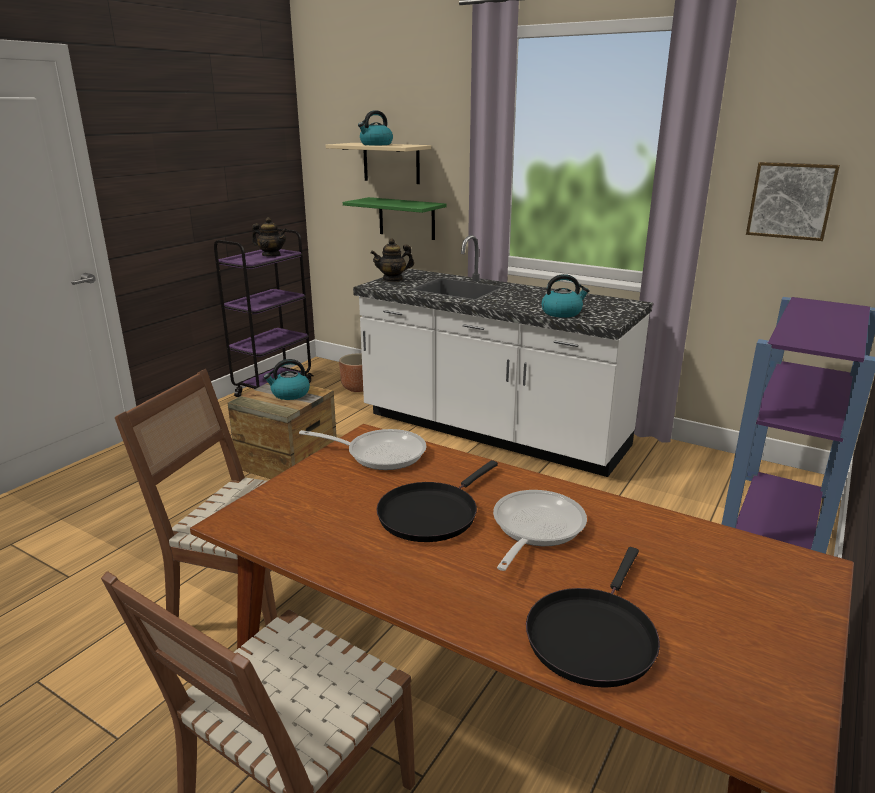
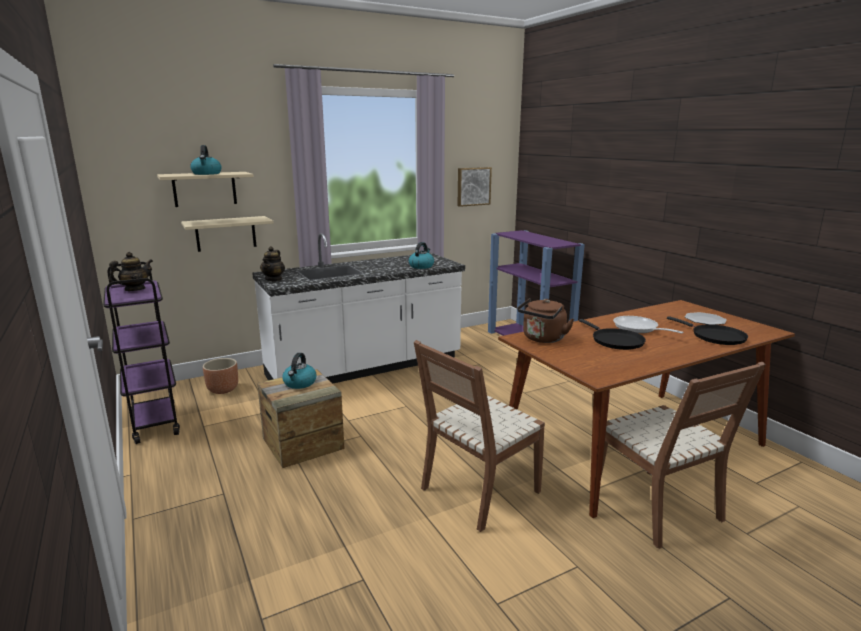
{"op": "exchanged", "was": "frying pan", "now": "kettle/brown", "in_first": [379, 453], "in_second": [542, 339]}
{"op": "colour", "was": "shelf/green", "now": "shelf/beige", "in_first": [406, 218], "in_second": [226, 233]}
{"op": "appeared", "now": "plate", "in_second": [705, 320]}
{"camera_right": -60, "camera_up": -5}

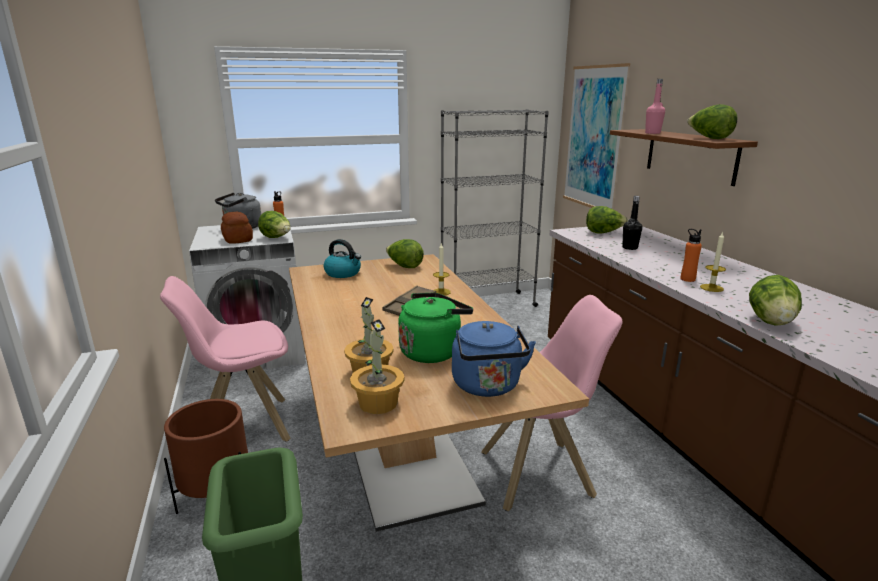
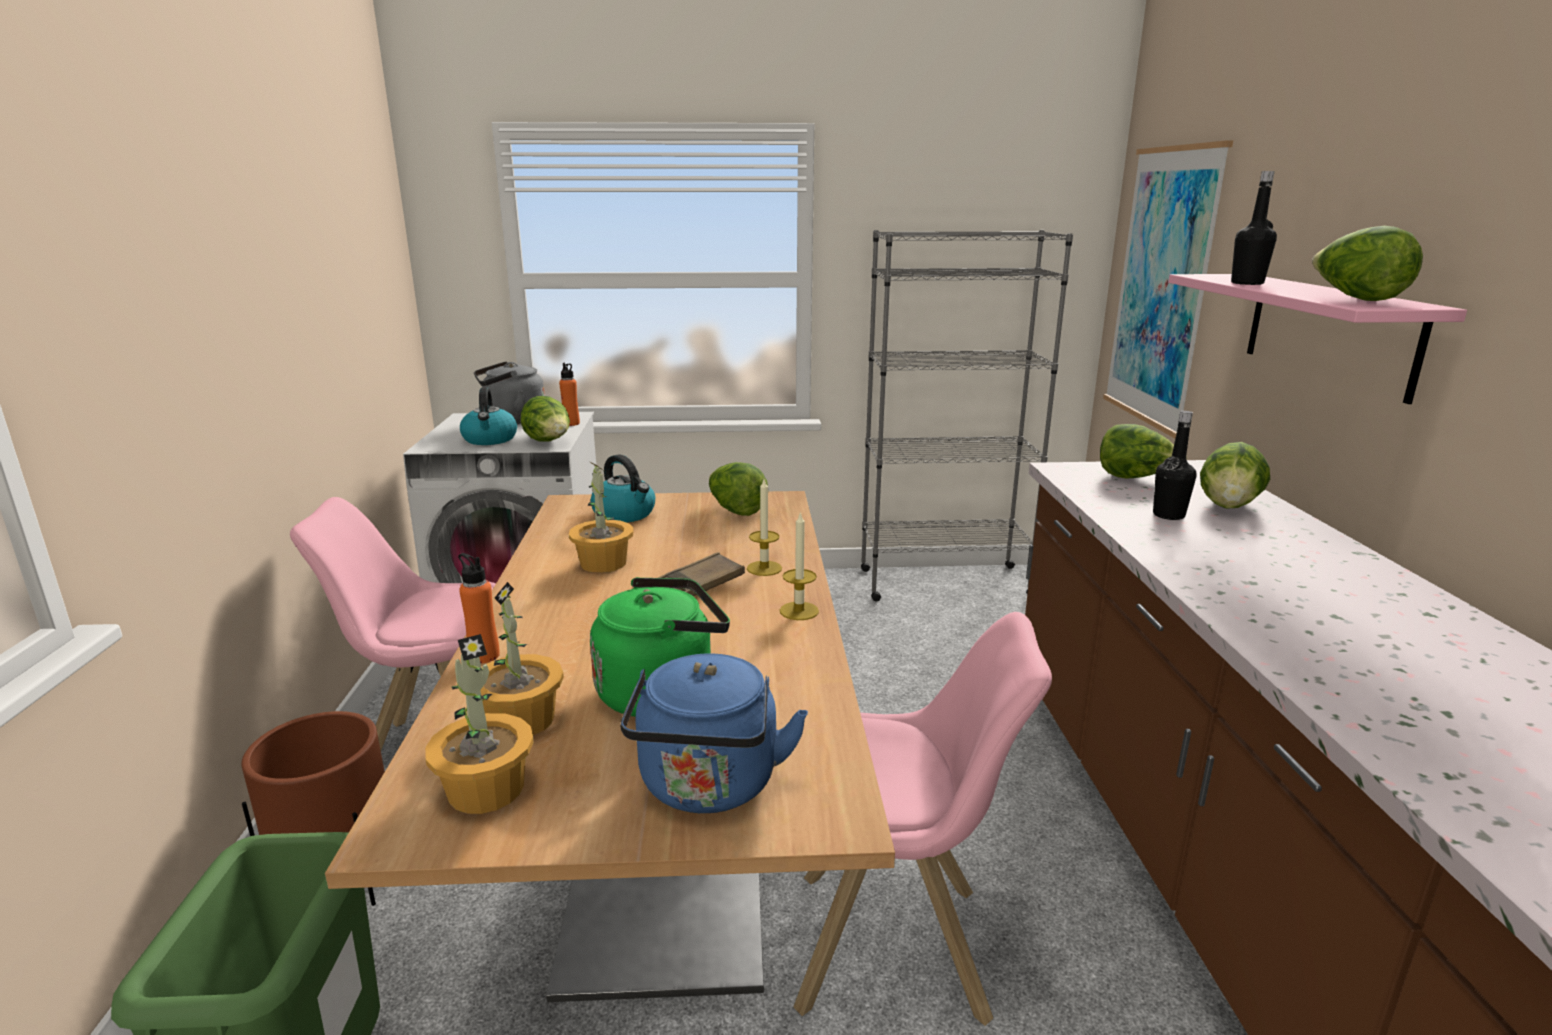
{"op": "exchanged", "was": "bread", "now": "kettle", "in_first": [238, 239], "in_second": [490, 439]}
{"op": "colour", "was": "shelf/brown", "now": "shelf/pink", "in_first": [690, 155], "in_second": [1329, 332]}
{"op": "colour", "was": "bottle/pink", "now": "bottle/black", "in_first": [652, 133], "in_second": [1247, 283]}
{"op": "relocated", "was": "bottle/orange", "in_first": [687, 279], "in_second": [484, 656]}
{"op": "relocated", "was": "candle", "in_first": [711, 288], "in_second": [799, 611]}
{"op": "relocated", "was": "lettuce", "in_first": [771, 322], "in_second": [1228, 506]}
{"op": "appeared", "now": "potted plant", "in_second": [602, 563]}
{"camera_right": 15, "camera_up": 0}

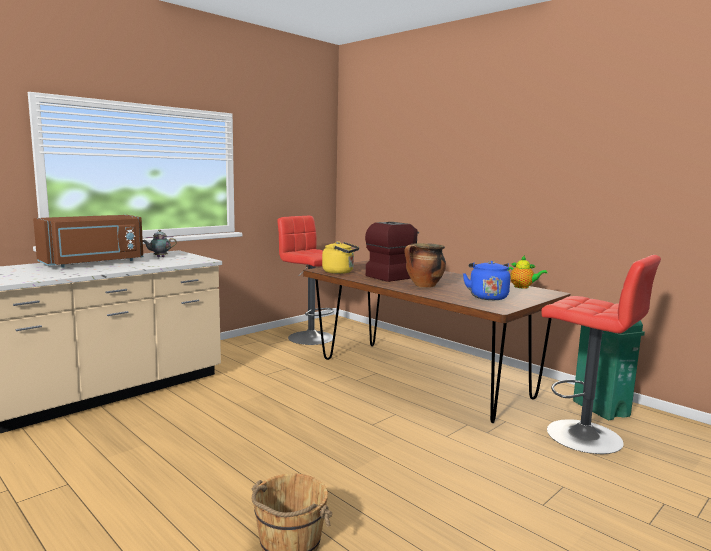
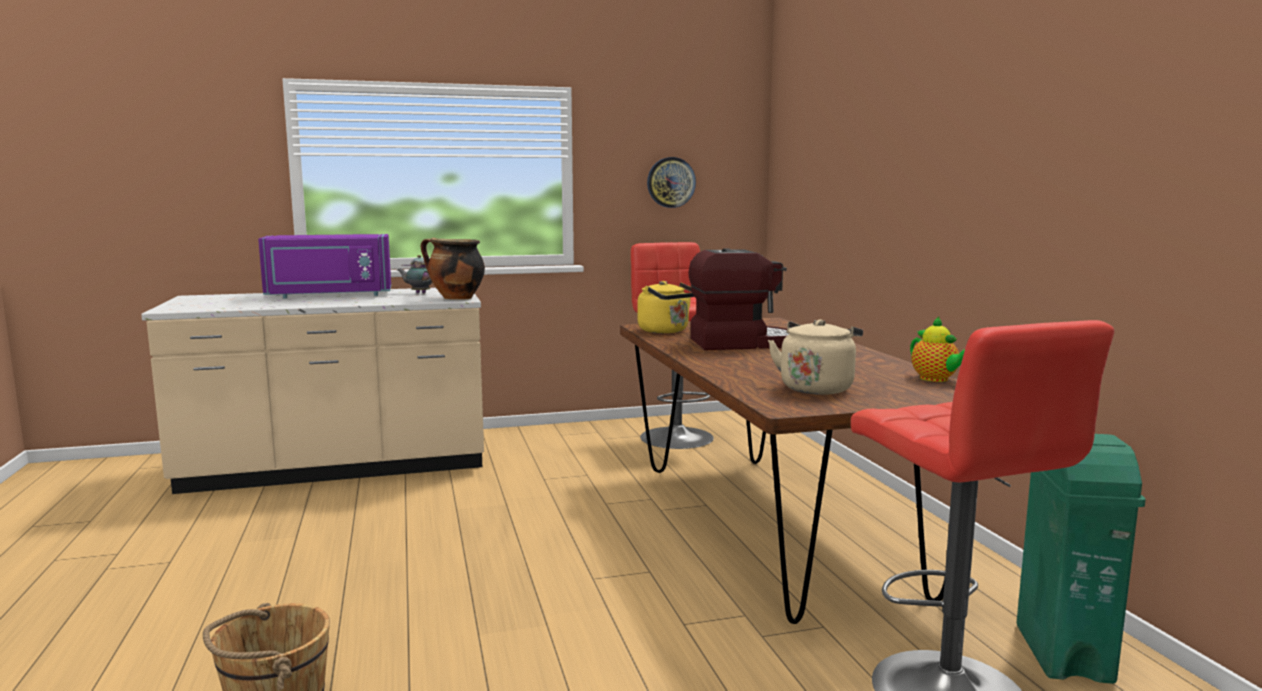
{"op": "colour", "was": "microwave/brown", "now": "microwave/purple", "in_first": [93, 263], "in_second": [329, 295]}
{"op": "relocated", "was": "cooking pot", "in_first": [424, 286], "in_second": [455, 298]}
{"op": "colour", "was": "kettle/blue", "now": "kettle/beige", "in_first": [487, 297], "in_second": [817, 388]}
{"op": "appeared", "now": "wall clock", "in_second": [671, 182]}
{"camera_right": 30, "camera_up": 0}

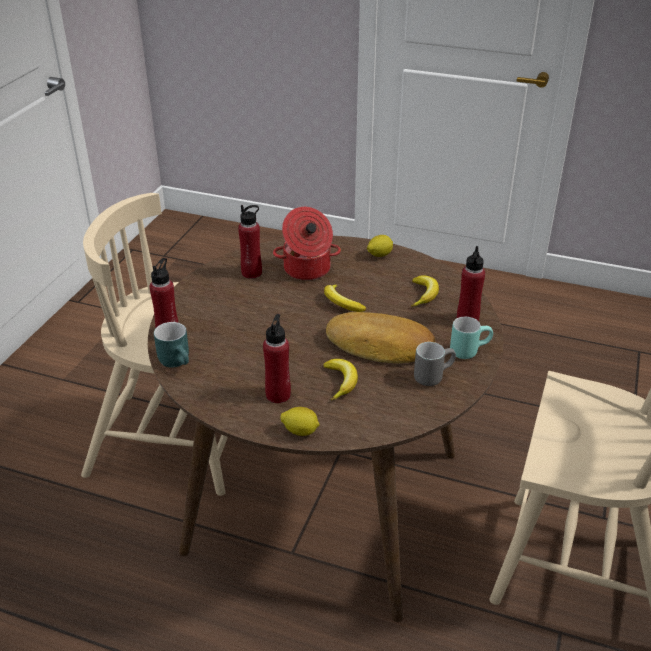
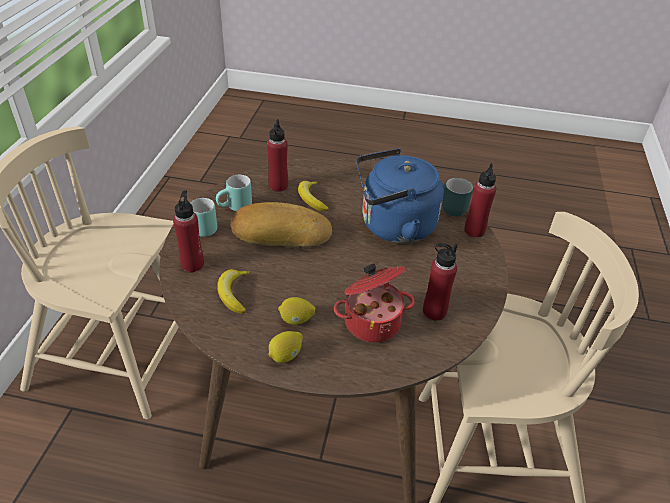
{"op": "relocated", "was": "bottle/red", "in_first": [278, 395], "in_second": [278, 186]}
{"op": "relocated", "was": "lemon", "in_first": [300, 431], "in_second": [296, 320]}
{"op": "missing", "was": "banana", "in_first": [341, 303]}
{"op": "colour", "was": "mug/grey", "now": "mug/turquoise", "in_first": [432, 375], "in_second": [236, 208]}
{"op": "appeared", "now": "kettle/blue", "in_second": [393, 226]}
{"camera_right": 170, "camera_up": 5}

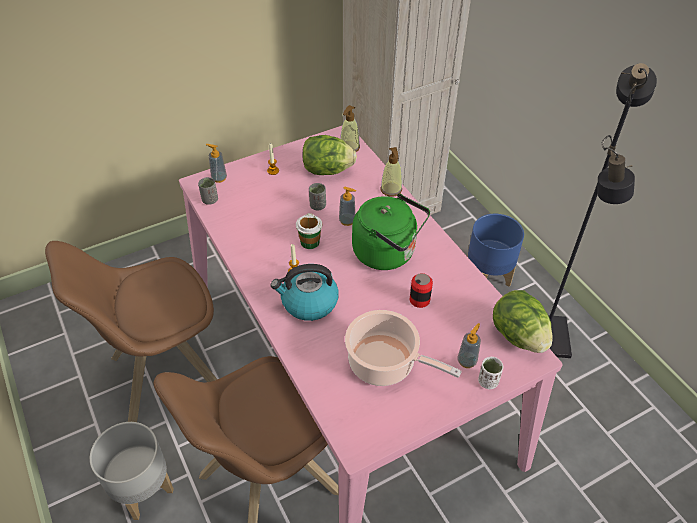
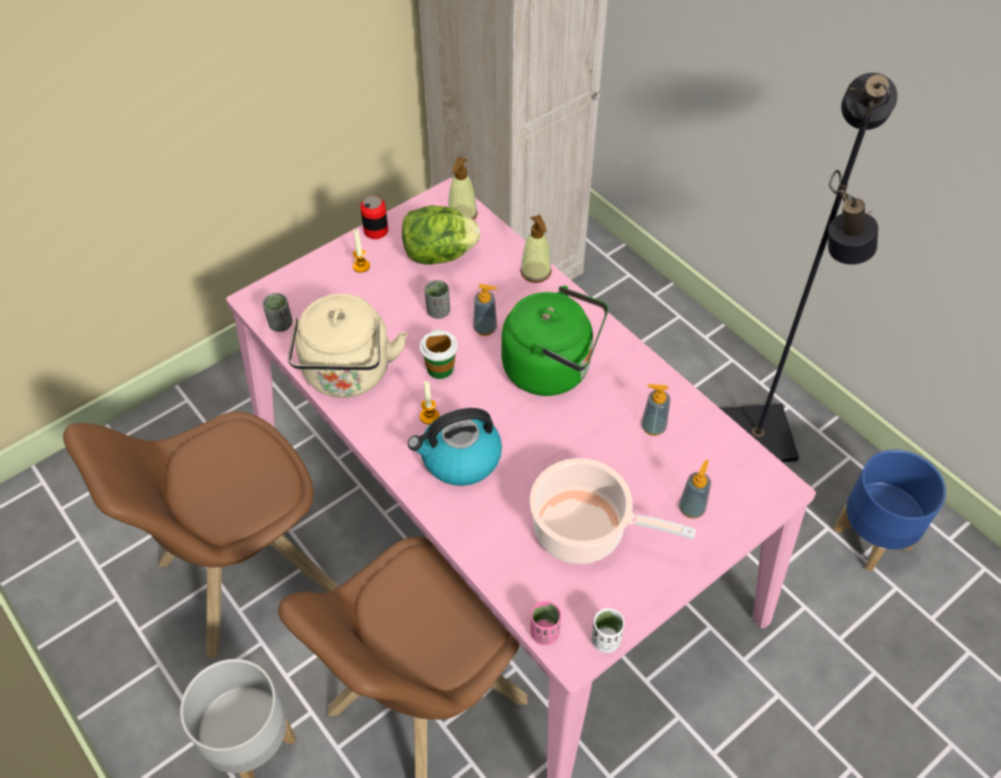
{"op": "relocated", "was": "soap dispenser", "in_first": [219, 178], "in_second": [653, 427]}
{"op": "relocated", "was": "can", "in_first": [419, 300], "in_second": [376, 231]}
{"op": "relocated", "was": "planter/blue", "in_first": [488, 276], "in_second": [872, 538]}
{"op": "relocated", "was": "cup/white", "in_first": [488, 381], "in_second": [605, 640]}
{"op": "missing", "was": "lettuce", "in_first": [518, 336]}
{"op": "appeared", "now": "kettle/beige", "in_second": [348, 375]}
{"op": "appeared", "now": "cup/pink", "in_second": [544, 633]}
{"camera_right": -10, "camera_up": 5}

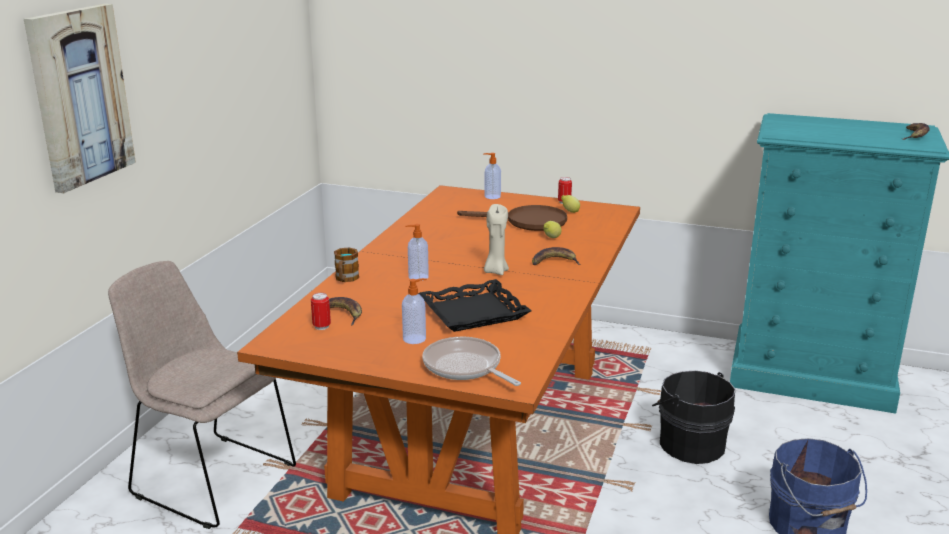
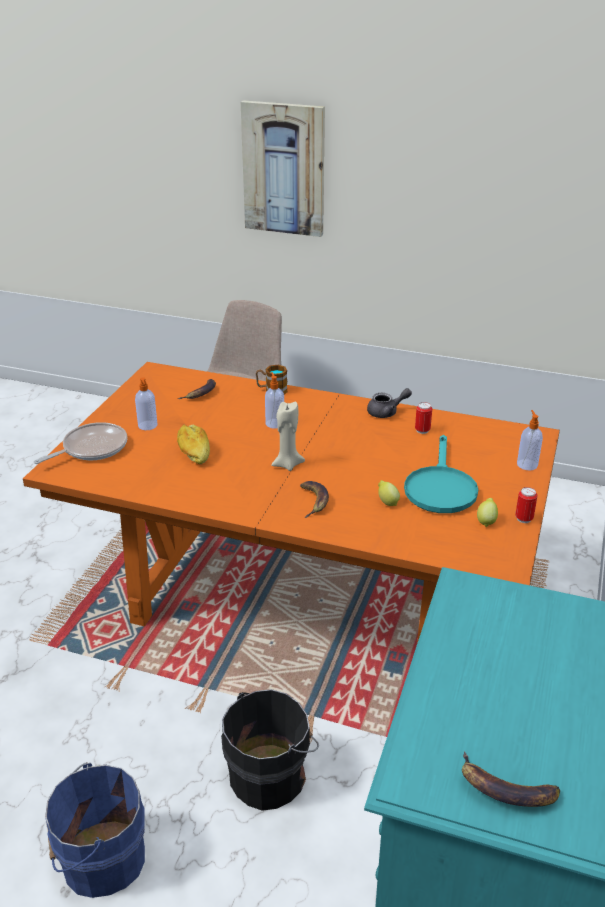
{"op": "relocated", "was": "can", "in_first": [321, 326], "in_second": [422, 430]}
{"op": "exchanged", "was": "tray/black", "now": "bread", "in_first": [473, 312], "in_second": [193, 452]}
{"op": "colour", "was": "frying pan/brown", "now": "frying pan/turquoise", "in_first": [527, 222], "in_second": [440, 487]}
{"op": "appeared", "now": "teapot/grey", "in_second": [387, 412]}
{"camera_right": 90, "camera_up": 10}

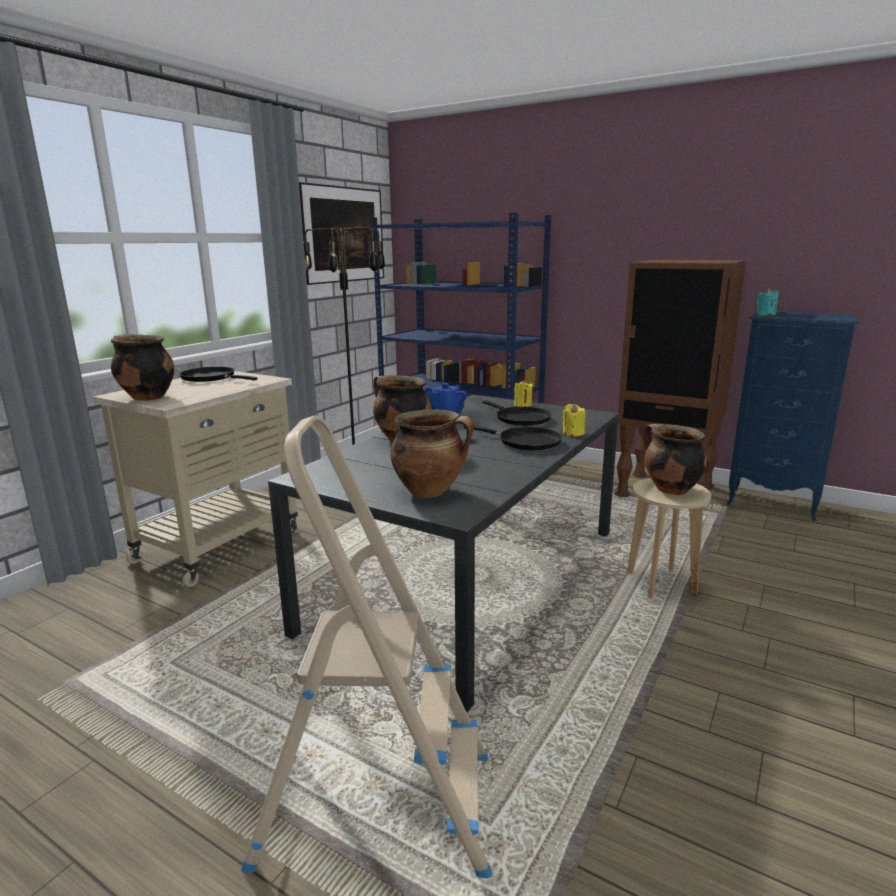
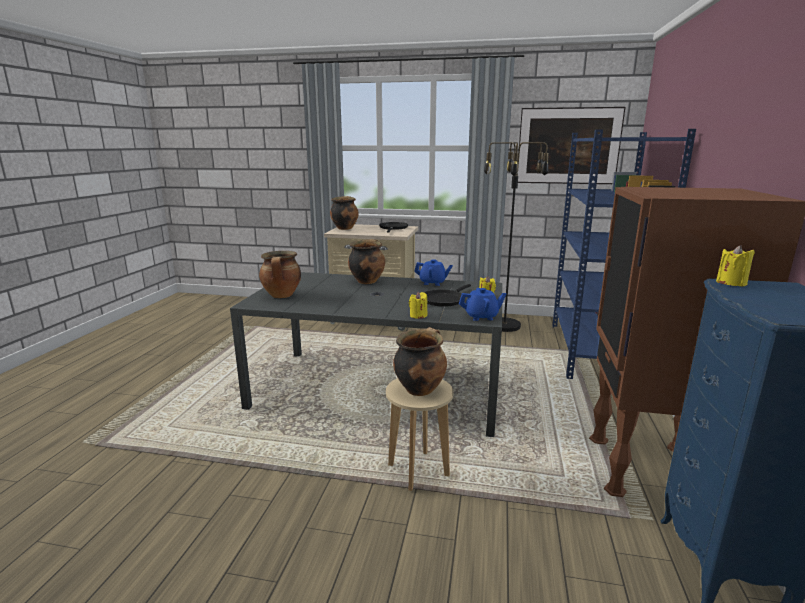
{"op": "missing", "was": "step ladder/beige", "in_first": [379, 809]}
{"op": "missing", "was": "frying pan/black", "in_first": [525, 442]}
{"op": "colour", "was": "candle/turquoise", "now": "candle/yellow", "in_first": [765, 314], "in_second": [731, 283]}
{"op": "appeared", "now": "teapot/blue", "in_second": [481, 317]}
{"camera_right": 70, "camera_up": 0}

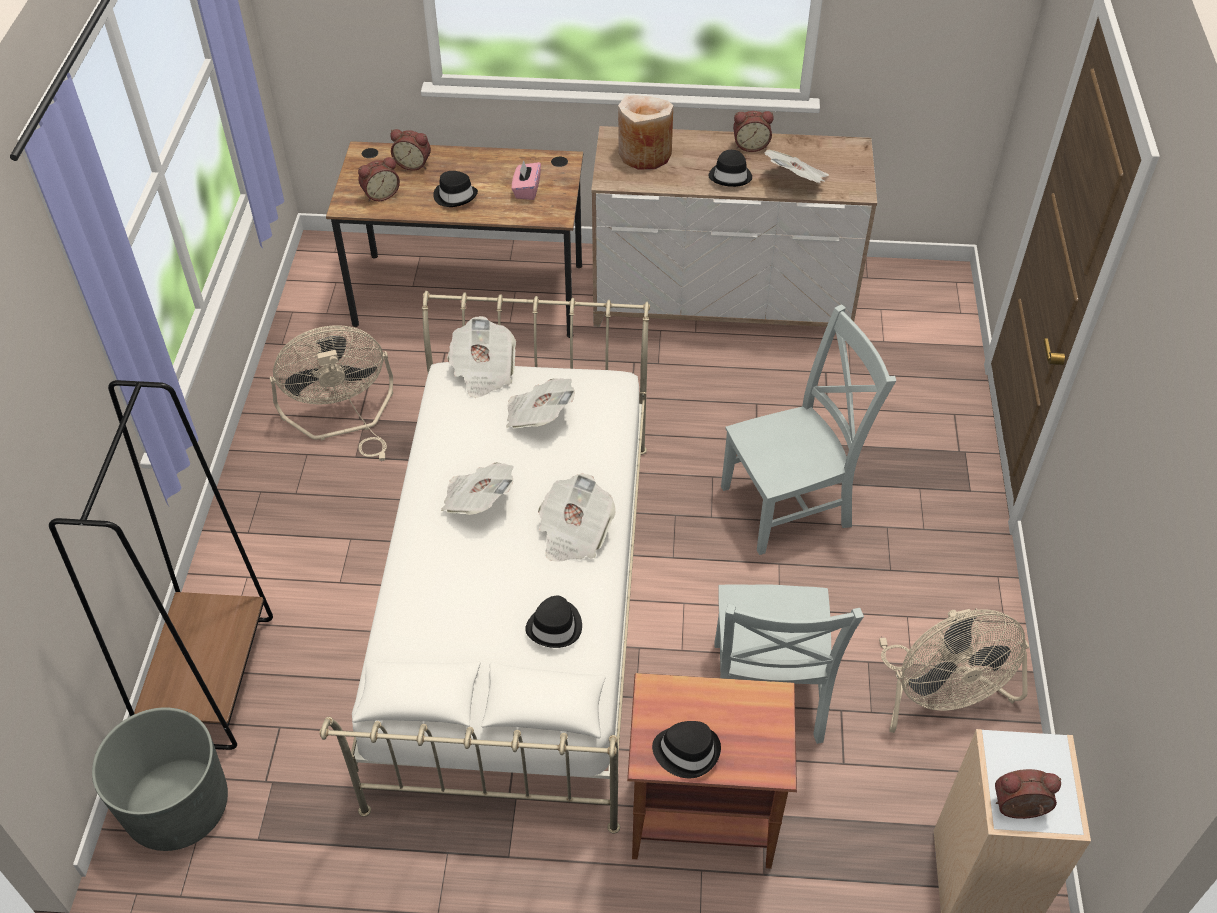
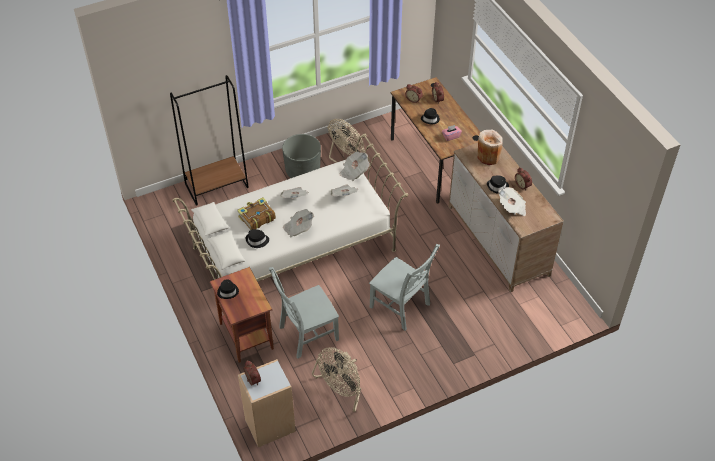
{"op": "relocated", "was": "planter/grey", "in_first": [178, 807], "in_second": [302, 171]}
{"op": "appeared", "now": "book", "in_second": [256, 218]}
{"camera_right": 60, "camera_up": 0}

